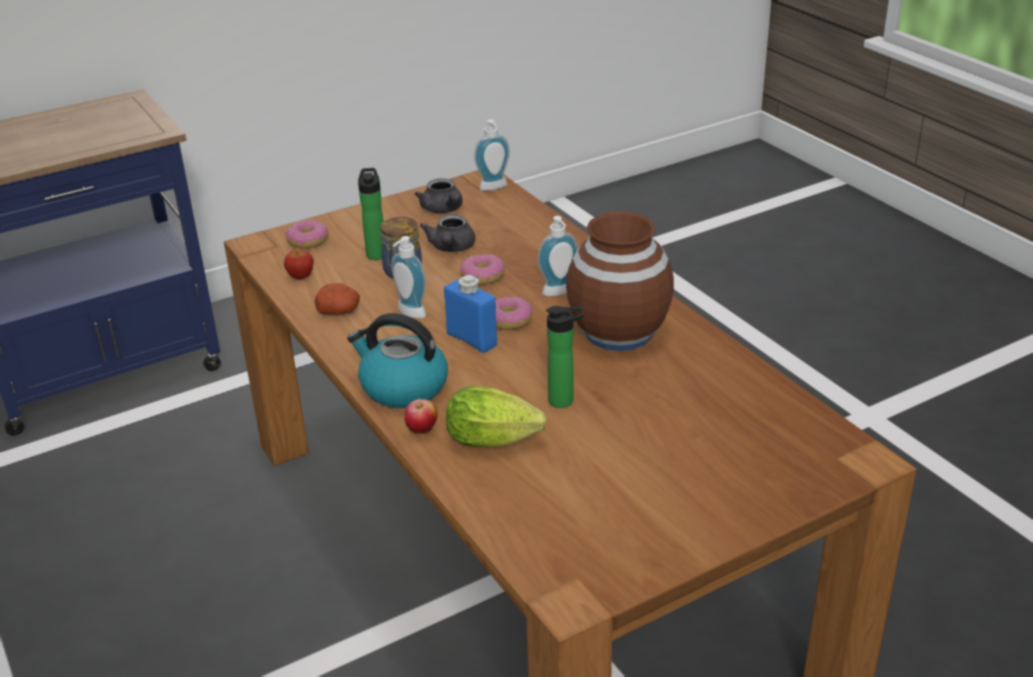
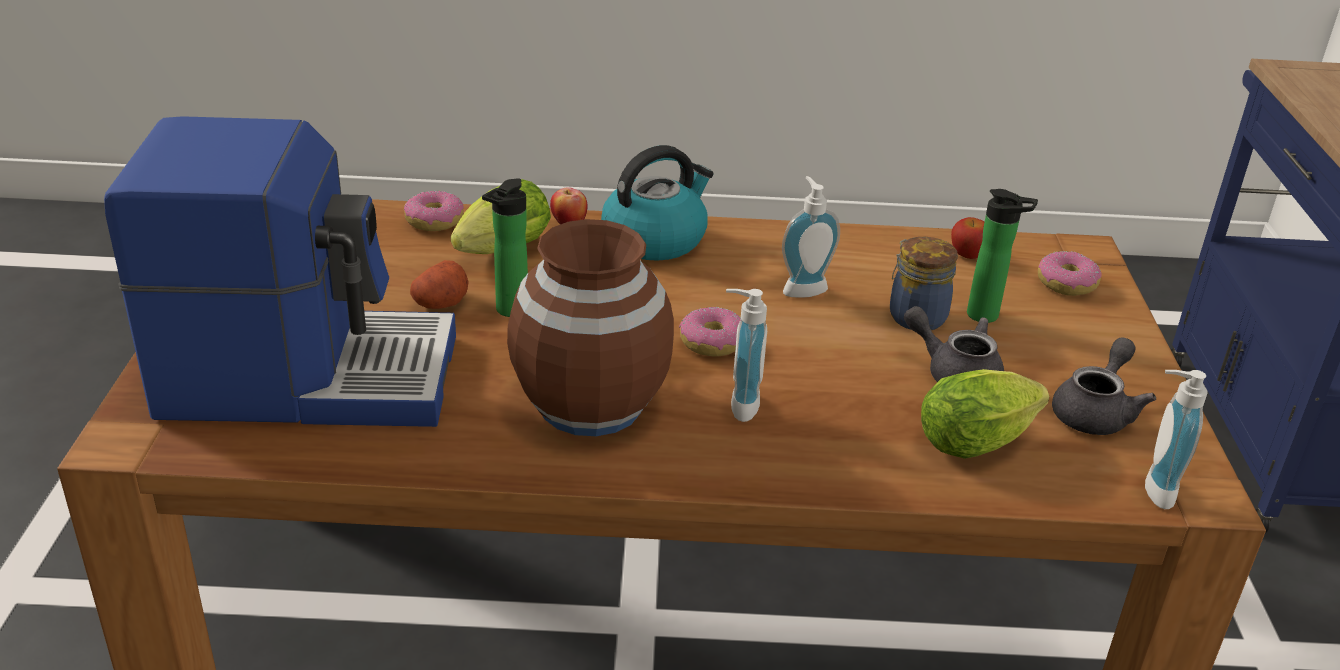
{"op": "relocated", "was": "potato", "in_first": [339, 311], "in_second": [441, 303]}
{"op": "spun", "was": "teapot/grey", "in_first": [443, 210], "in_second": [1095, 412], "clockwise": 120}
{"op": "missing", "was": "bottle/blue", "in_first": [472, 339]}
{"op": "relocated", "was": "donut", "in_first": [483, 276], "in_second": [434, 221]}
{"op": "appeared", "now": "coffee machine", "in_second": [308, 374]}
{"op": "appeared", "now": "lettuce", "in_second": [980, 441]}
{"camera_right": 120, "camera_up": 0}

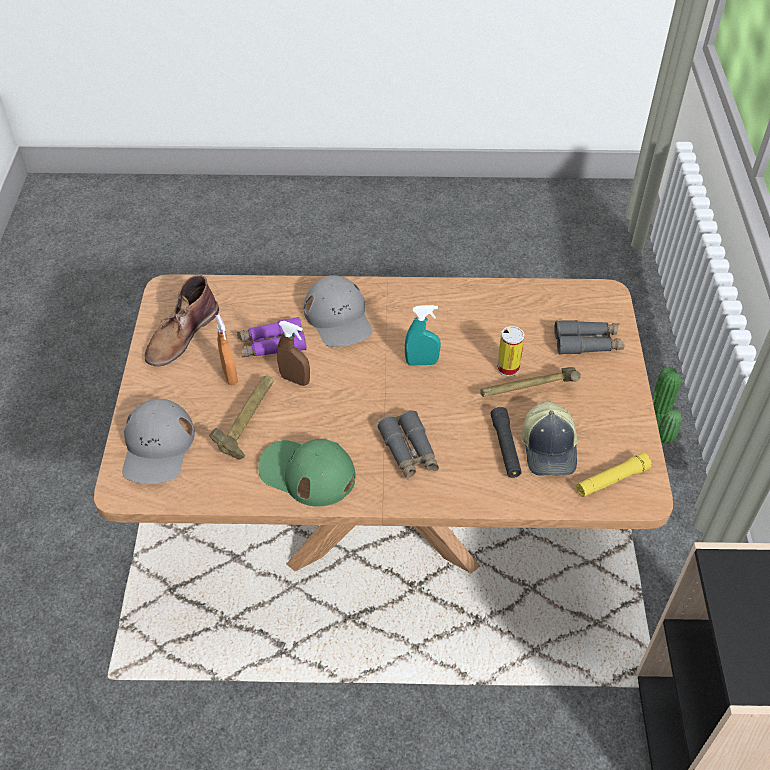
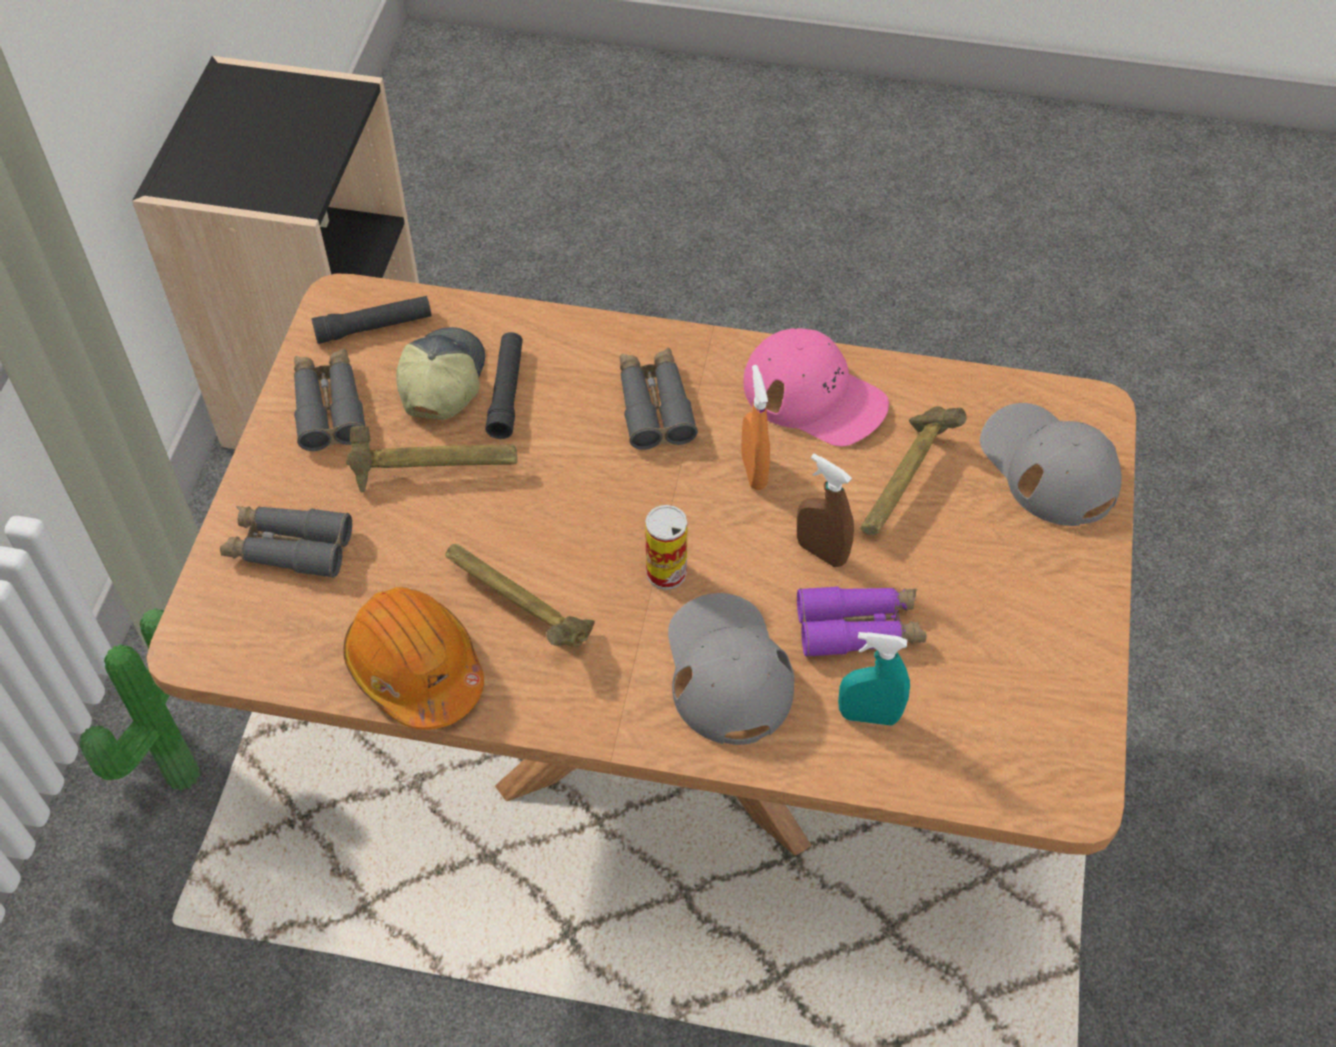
{"op": "spun", "was": "cap/grey", "in_first": [157, 447], "in_second": [1048, 466], "clockwise": -45}
{"op": "missing", "was": "boot/brown", "in_first": [181, 335]}
{"op": "relocated", "was": "spray bottle/orange", "in_first": [230, 375], "in_second": [753, 471]}
{"op": "colour", "was": "cap/green", "now": "cap/pink", "in_first": [307, 473], "in_second": [814, 396]}
{"op": "relocated", "was": "spray bottle/turquoise", "in_first": [421, 362], "in_second": [869, 716]}
{"op": "relocated", "was": "can", "in_first": [508, 368], "in_second": [666, 572]}
{"op": "colour", "was": "flashlight/yellow", "now": "flashlight/black", "in_first": [611, 480], "in_second": [374, 327]}
{"op": "appeared", "now": "binoculars/grey", "in_second": [329, 407]}
{"op": "appeared", "now": "hard hat/orange", "in_second": [415, 668]}
{"op": "appeared", "now": "hammer", "in_second": [518, 608]}
{"camera_right": -170, "camera_up": 5}

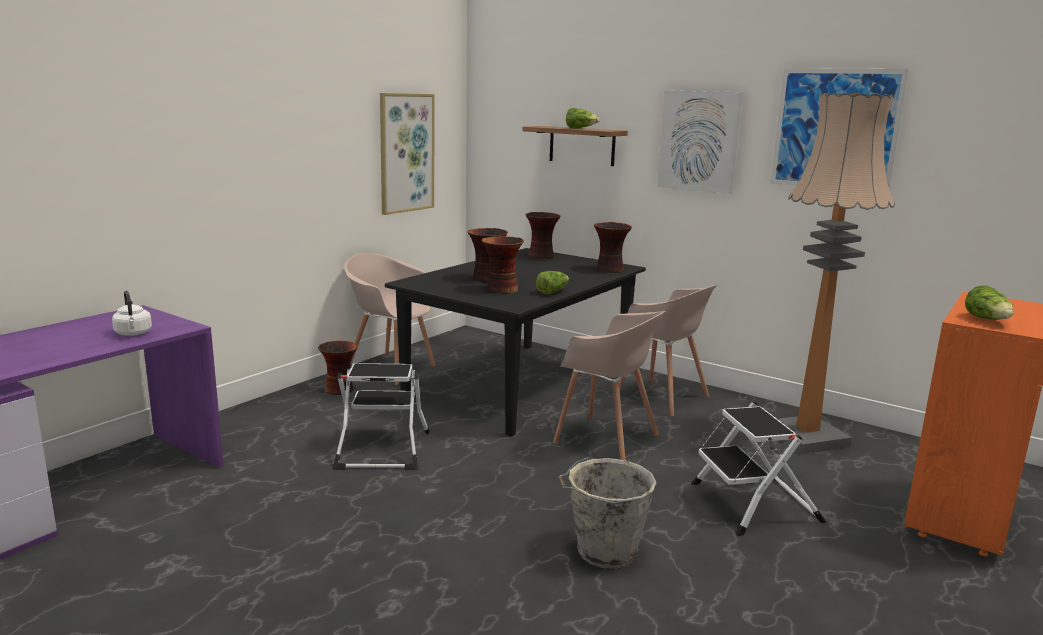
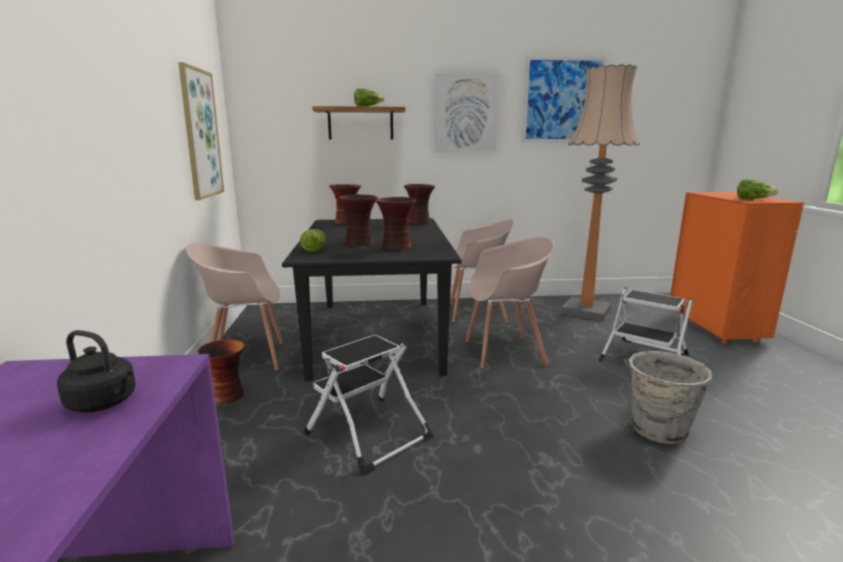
{"op": "colour", "was": "kettle/white", "now": "kettle/black", "in_first": [133, 333], "in_second": [104, 403]}
{"op": "relocated", "was": "lettuce", "in_first": [552, 292], "in_second": [314, 249]}
{"camera_right": -40, "camera_up": 0}

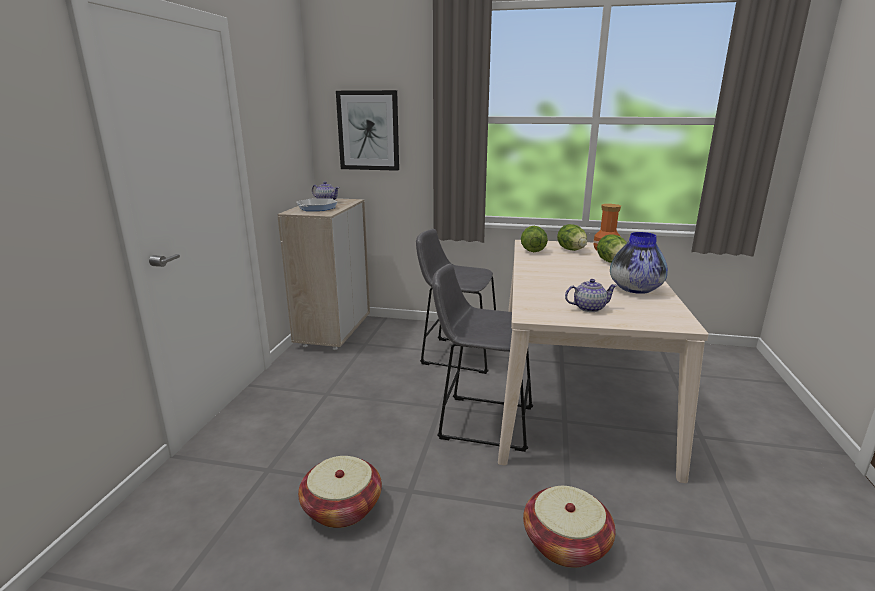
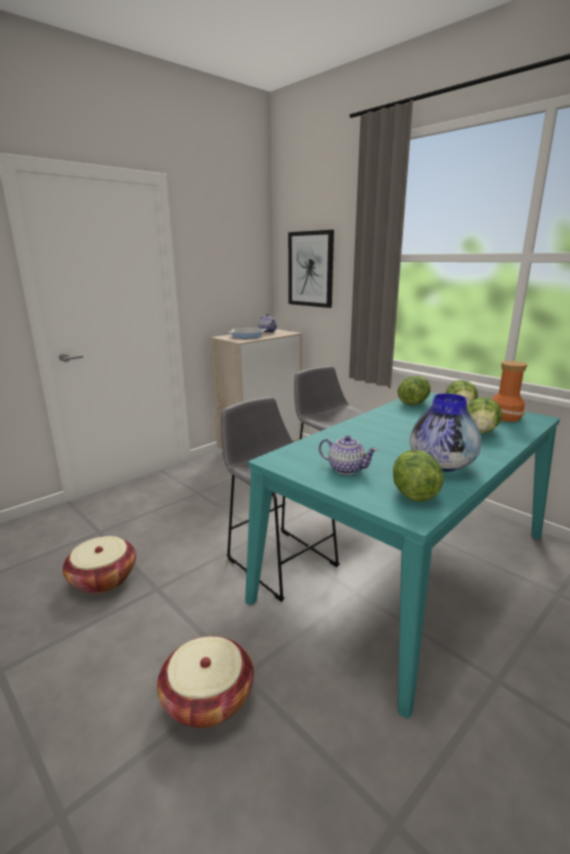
{"op": "colour", "was": "dining table/beige", "now": "dining table/turquoise", "in_first": [574, 389], "in_second": [407, 565]}
{"op": "appeared", "now": "lettuce", "in_second": [414, 494]}
{"camera_right": 35, "camera_up": 0}

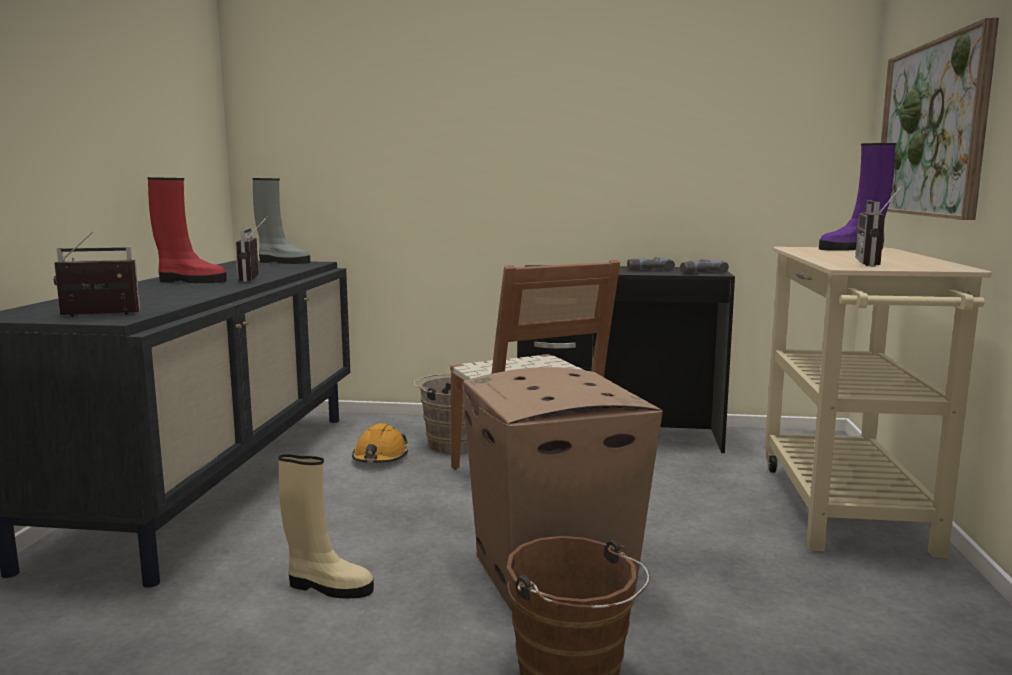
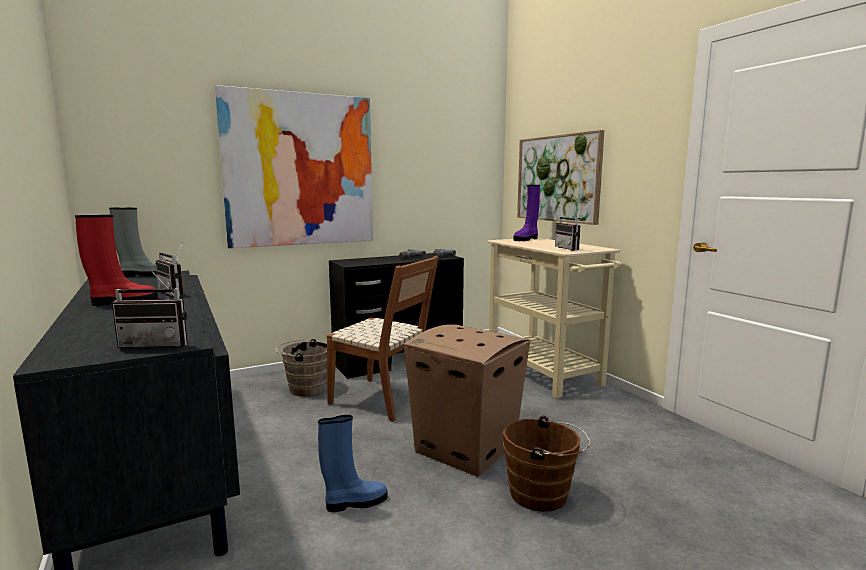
{"op": "spun", "was": "radio", "in_first": [97, 316], "in_second": [158, 344], "clockwise": -135}
{"op": "colour", "was": "boot/beige", "now": "boot/blue", "in_first": [328, 587], "in_second": [355, 503]}
{"op": "missing", "was": "hard hat/orange", "in_first": [380, 458]}
{"op": "appeared", "now": "picture", "in_second": [300, 170]}
{"camera_right": -35, "camera_up": 0}

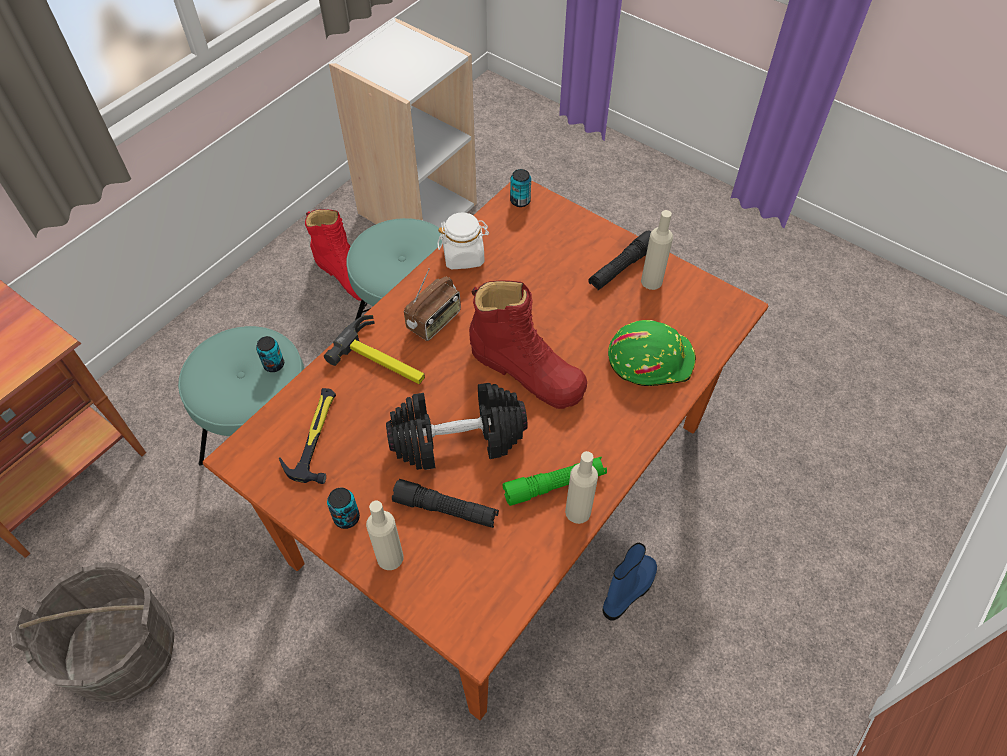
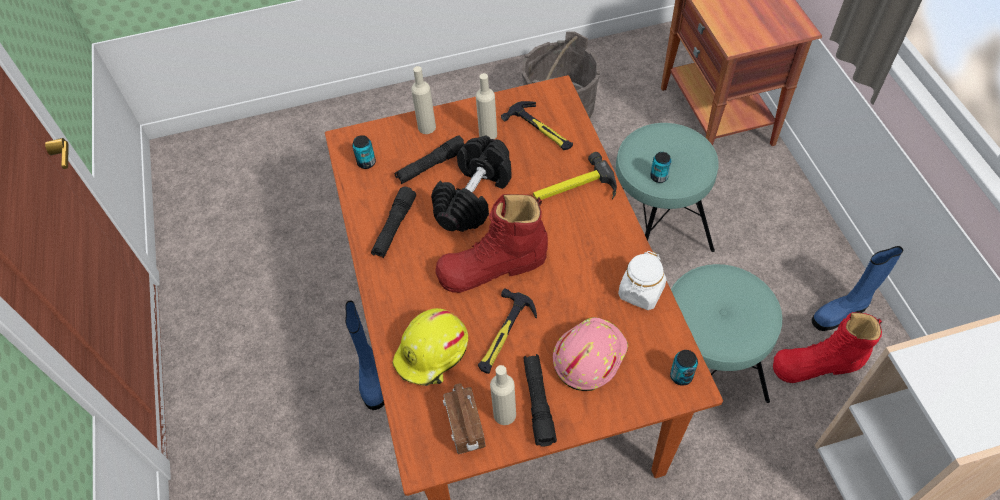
{"op": "relocated", "was": "can", "in_first": [346, 517], "in_second": [366, 162]}
{"op": "relocated", "was": "radio", "in_first": [434, 321], "in_second": [465, 428]}
{"op": "colour", "was": "flashlight/green", "now": "flashlight/black", "in_first": [554, 485], "in_second": [394, 227]}
{"op": "relocated", "was": "bottle/beige", "in_first": [578, 511], "in_second": [488, 134]}
{"op": "colour", "was": "hard hat/green", "now": "hard hat/yellow", "in_first": [650, 359], "in_second": [433, 353]}
{"op": "appeared", "now": "hammer", "in_second": [504, 334]}
{"op": "appeared", "now": "hard hat/pink", "in_second": [588, 356]}
{"op": "appeared", "now": "boot/blue", "in_second": [841, 312]}
{"camera_right": 130, "camera_up": 0}

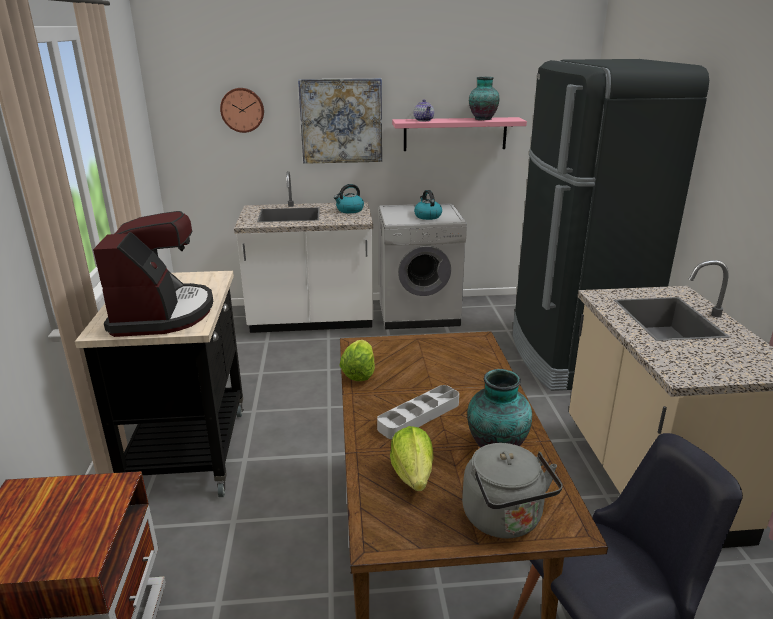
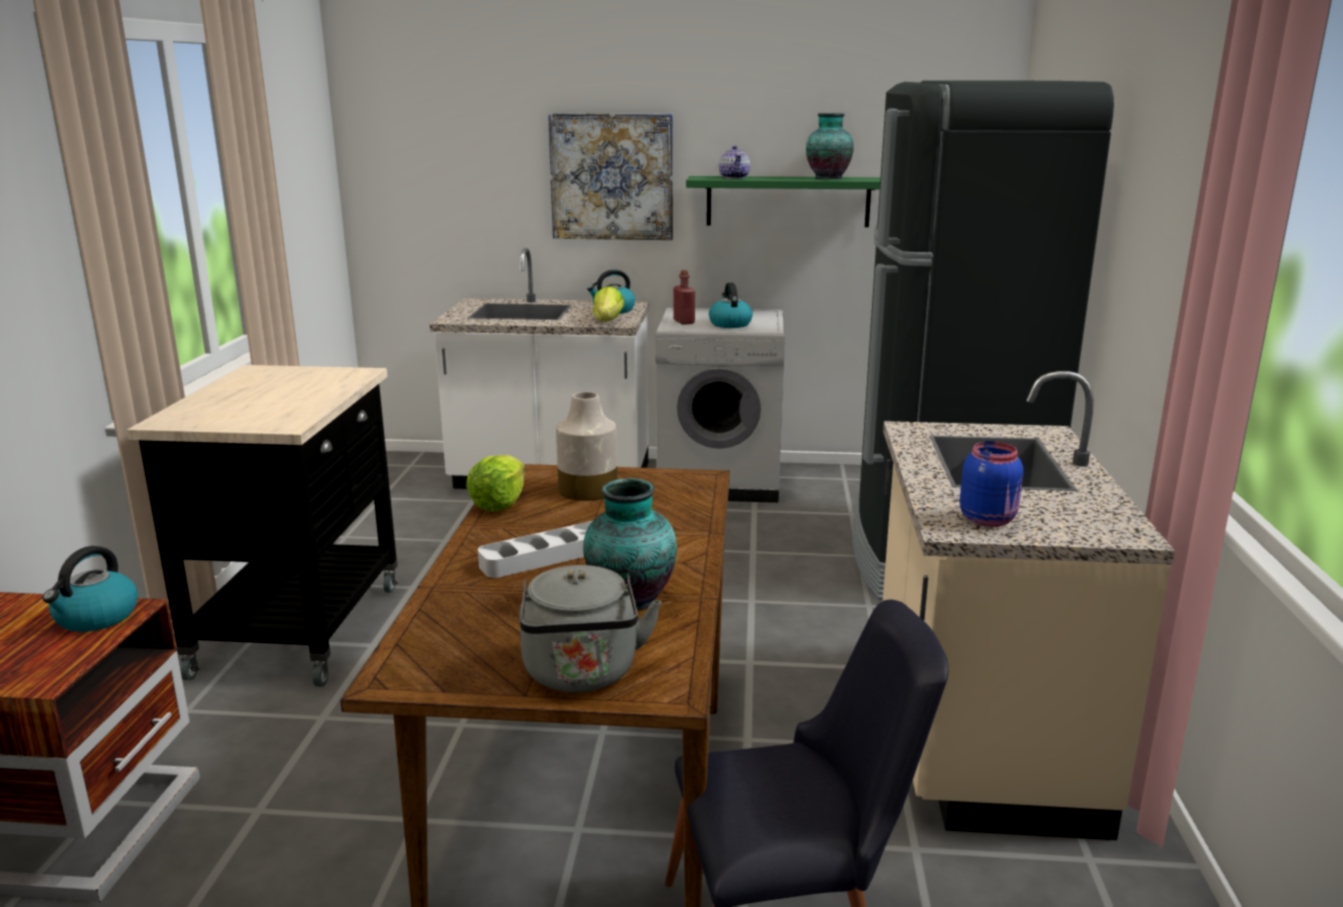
{"op": "missing", "was": "coffee machine", "in_first": [162, 314]}
{"op": "missing", "was": "wall clock", "in_first": [242, 110]}
{"op": "relocated", "was": "lettuce", "in_first": [413, 475], "in_second": [608, 321]}
{"op": "colour", "was": "shelf/pink", "now": "shelf/green", "in_first": [455, 134], "in_second": [788, 201]}
{"op": "appeared", "now": "kettle", "in_second": [96, 618]}
{"op": "appeared", "now": "vase/beige", "in_second": [588, 489]}
{"op": "appeared", "now": "bottle/red", "in_second": [684, 322]}
{"op": "appeared", "now": "jar/blue", "in_second": [988, 519]}
{"camera_right": 10, "camera_up": -5}

